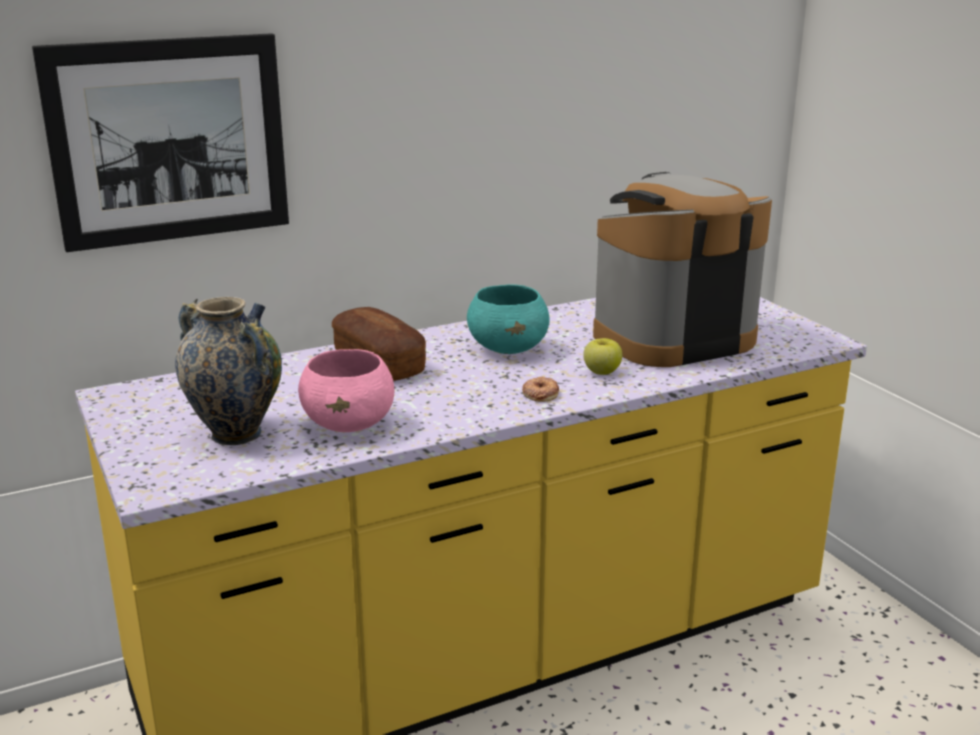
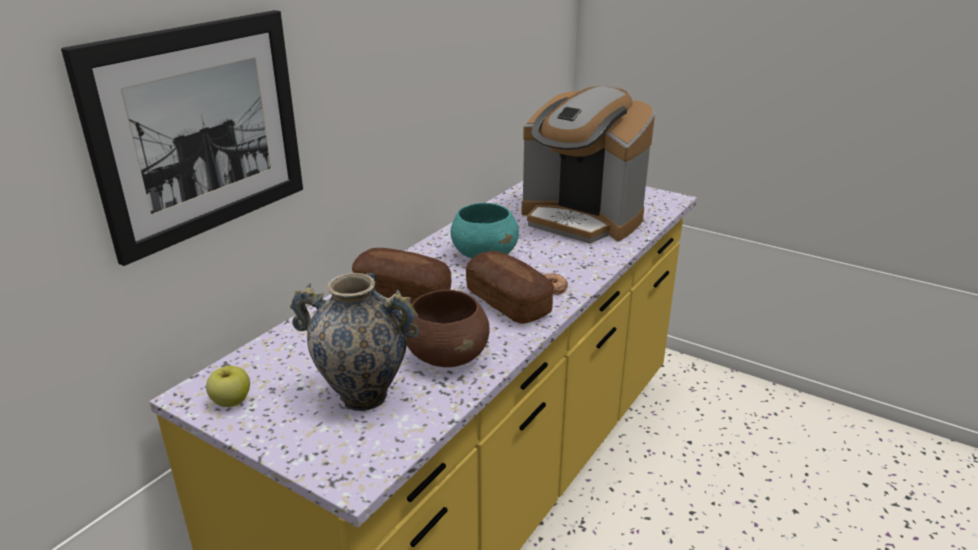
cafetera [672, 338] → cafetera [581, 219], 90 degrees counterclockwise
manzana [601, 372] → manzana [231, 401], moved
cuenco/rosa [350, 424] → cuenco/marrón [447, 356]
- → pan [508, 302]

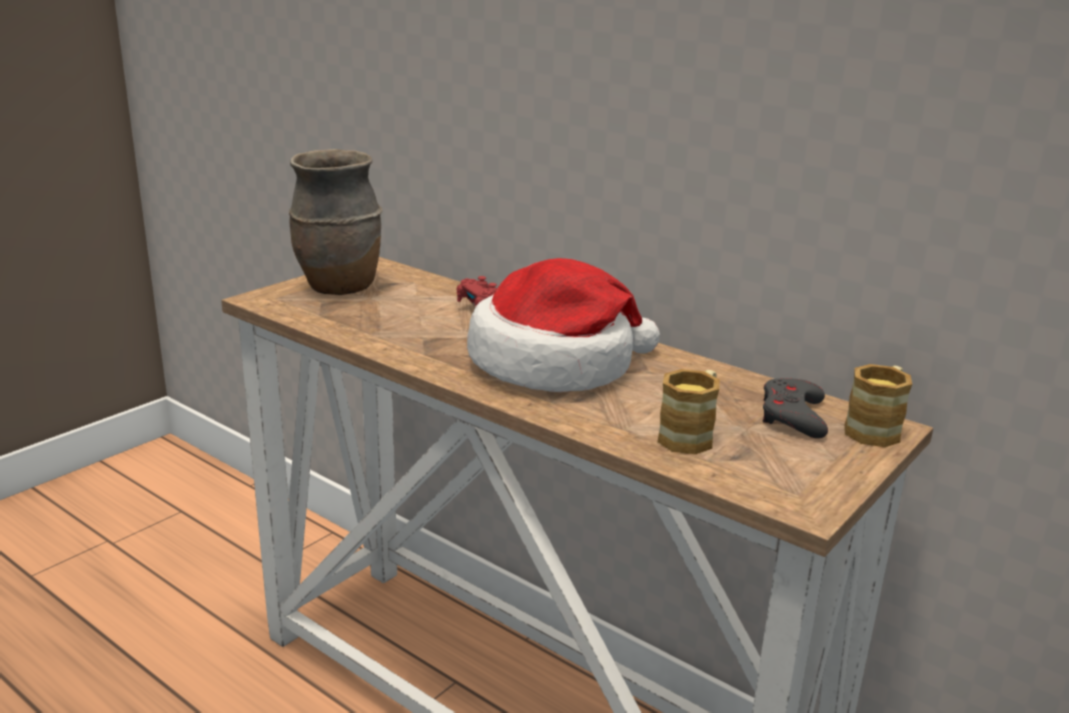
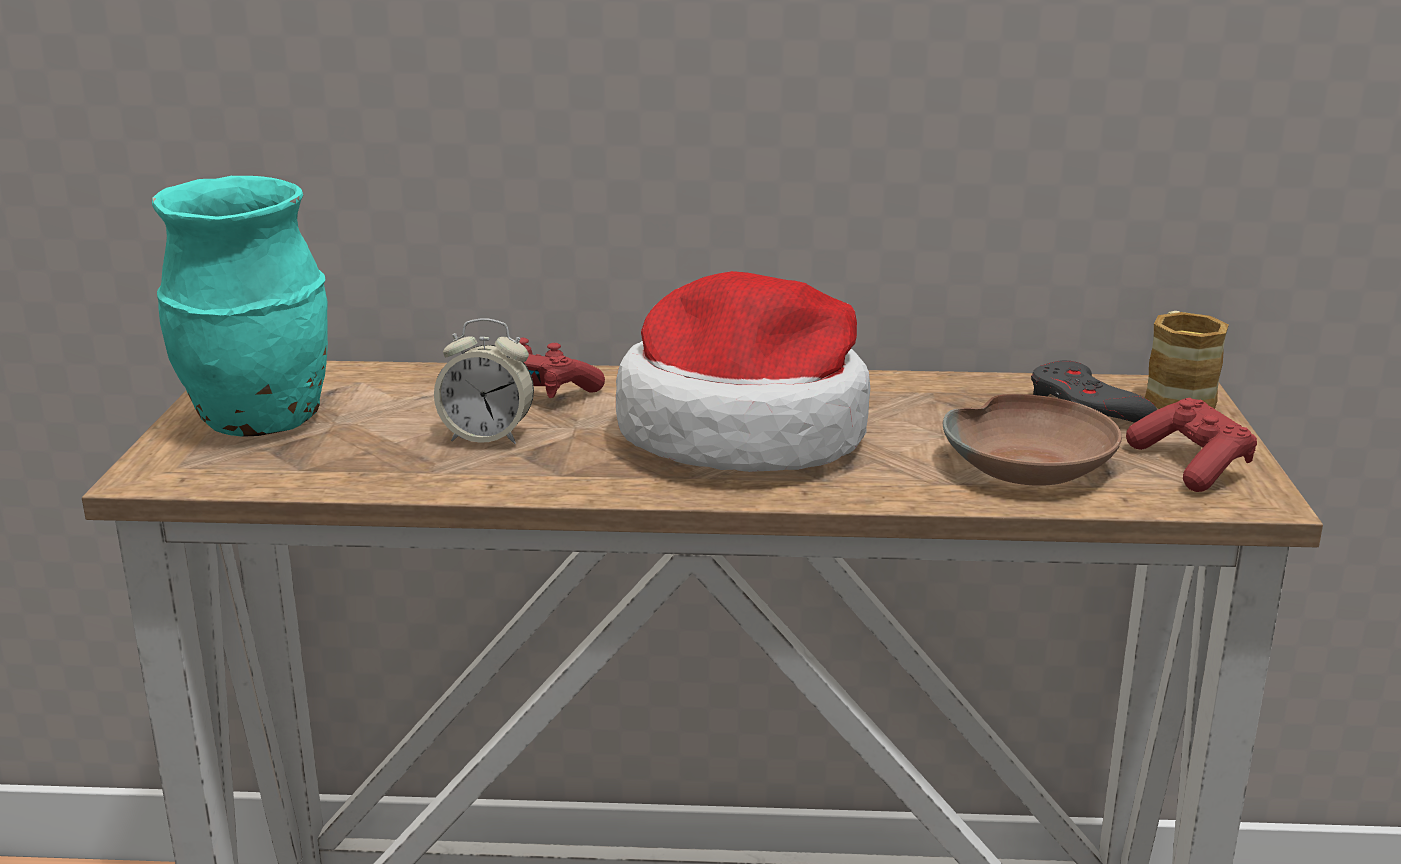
florero/marrón [339, 288] → florero/turquesa [260, 422]
taza grande [690, 435] → cuenco/marrón [1031, 464]
- → despertador [487, 436]
- → mando de consola/rojo [1191, 465]

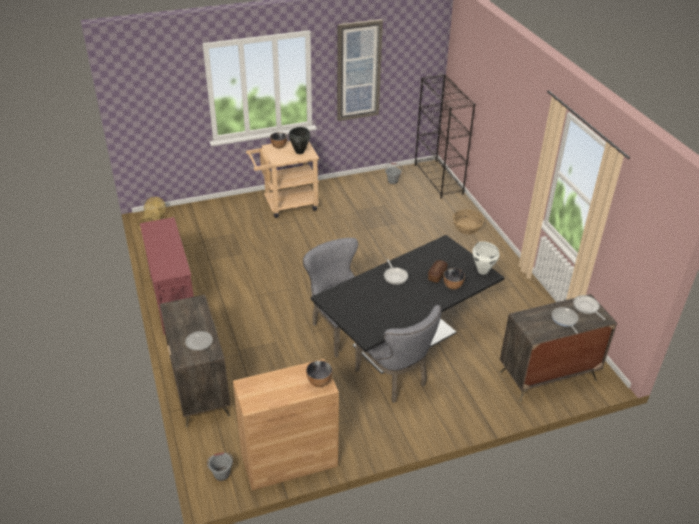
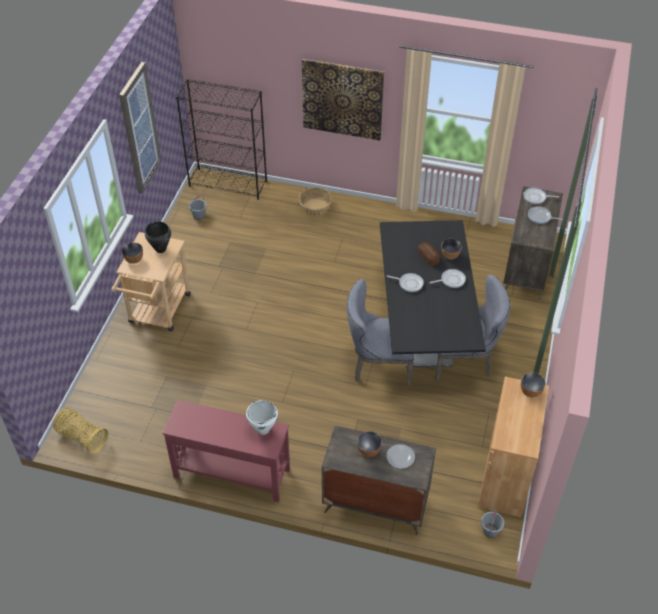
olla/blanco [483, 271] → olla/blanco [263, 429], moved
- → cuadro [342, 99]
- → sartén [451, 280]
- → cuenco [369, 451]

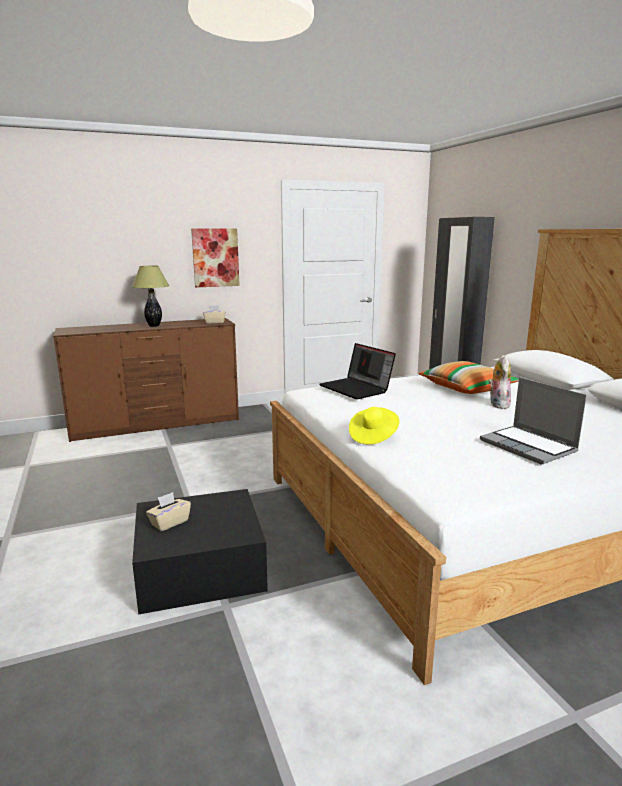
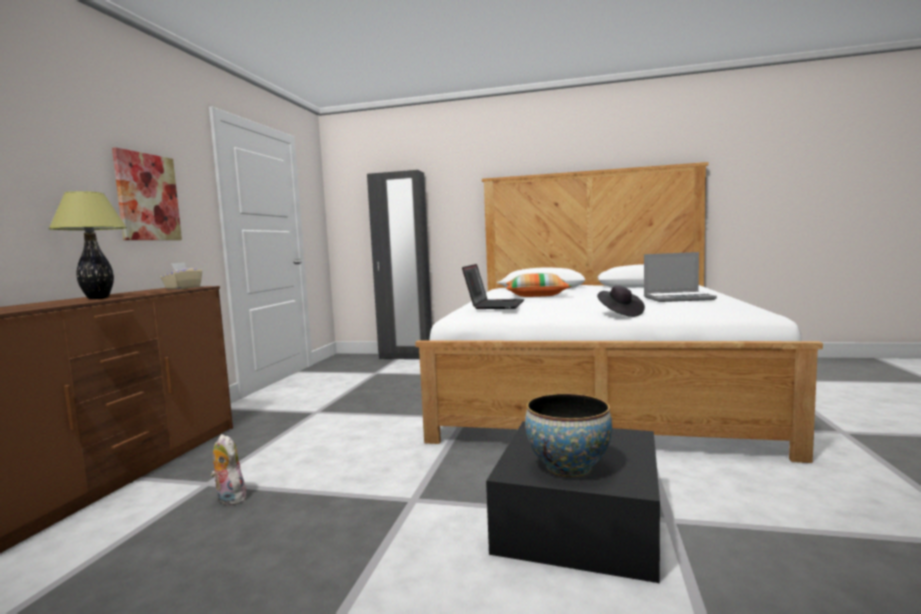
portátil [357, 389] → portátil [494, 305], 75 degrees counterclockwise
peluche [497, 404] → peluche [228, 499], moved
sombrero/amarillo [373, 436] → sombrero/negro [620, 314]
caja de pañuelos/beis [169, 522] → cuenco [568, 467]

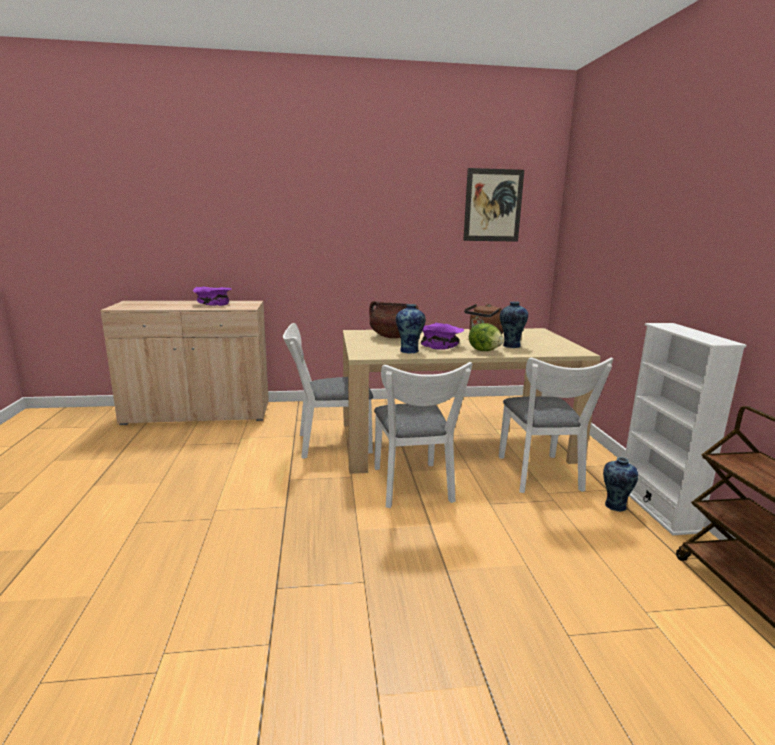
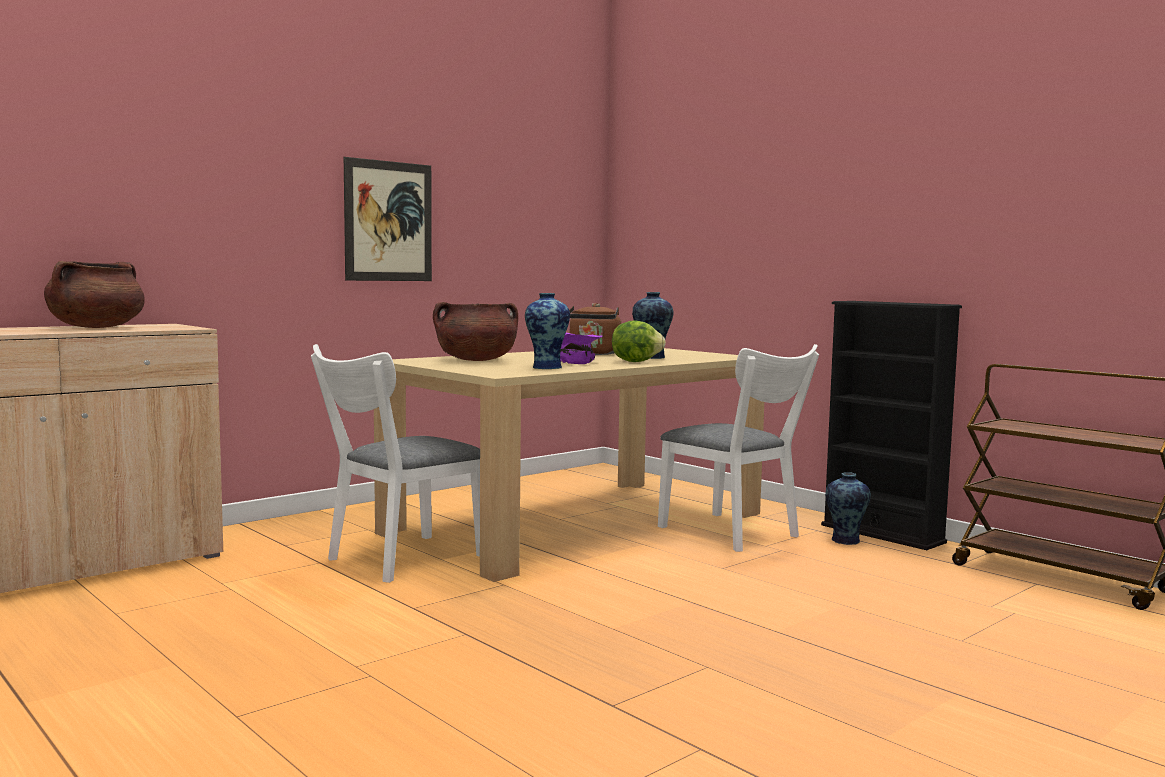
cuadro [493, 205] → cuadro [388, 221], moved
cuenco/morado [214, 304] → olla/marrón [97, 327]
estantería/blanco [657, 507] → estantería/negro [882, 534]
silla/blanco [413, 488] → -

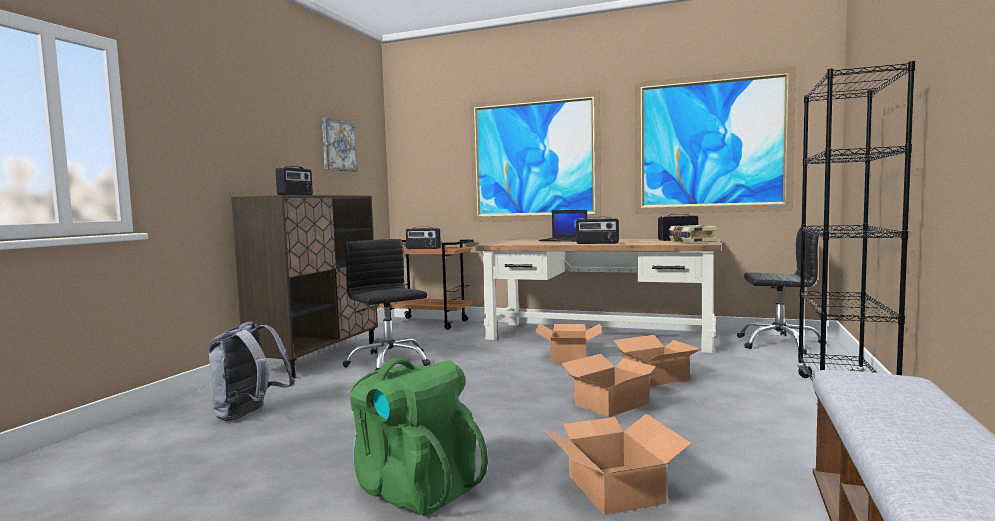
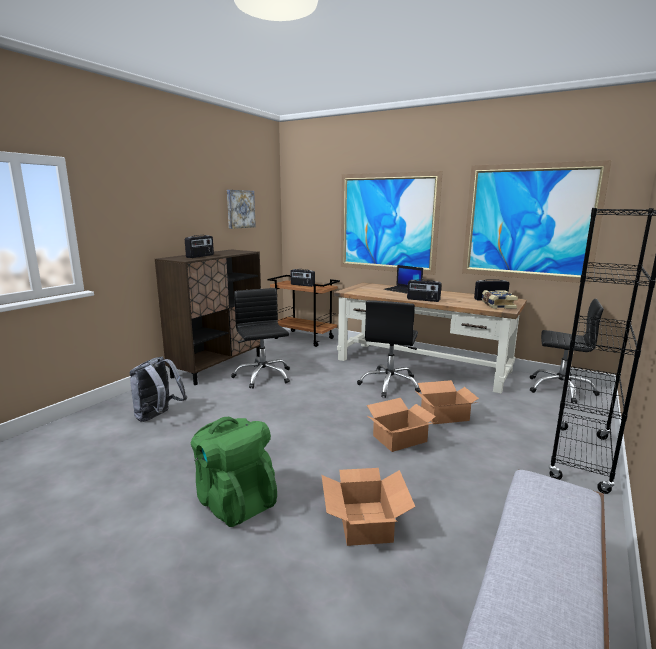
caja de cartón [568, 356] → silla de oficina/negro [390, 384]

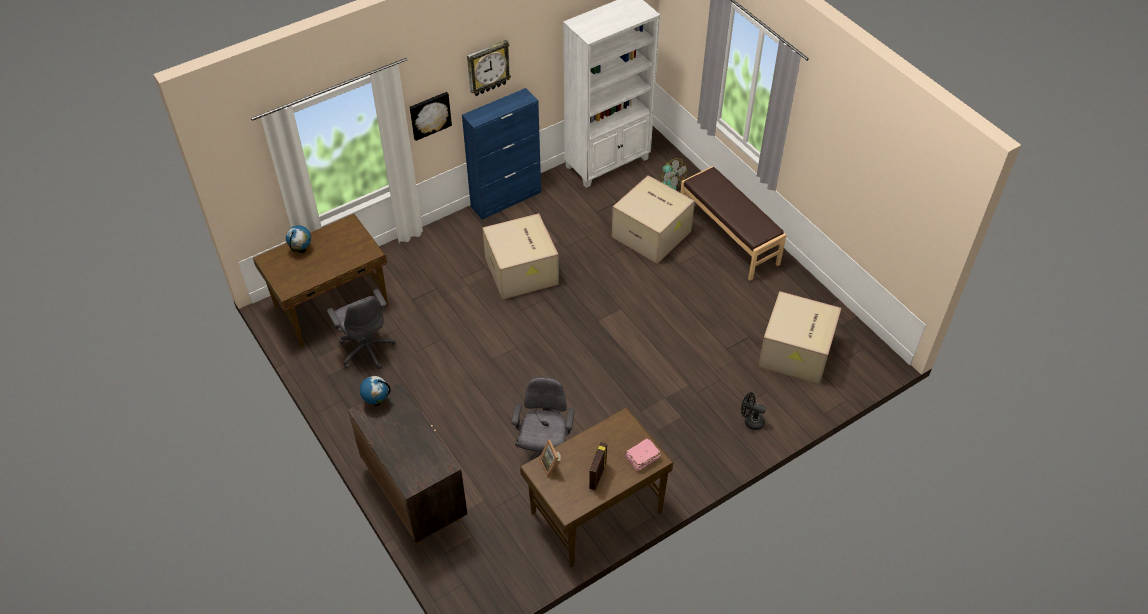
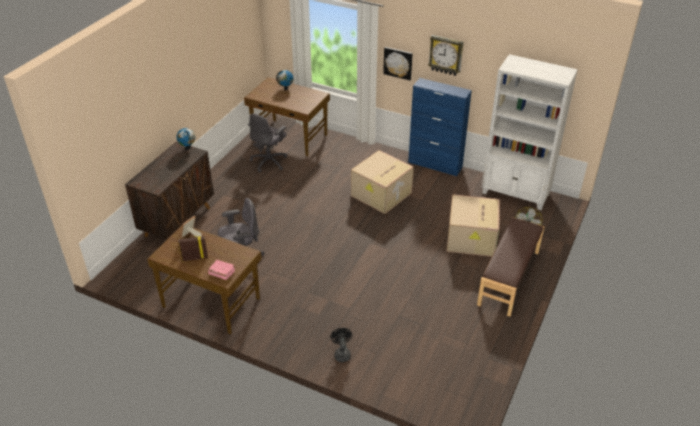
caja de cartón [796, 353] → -

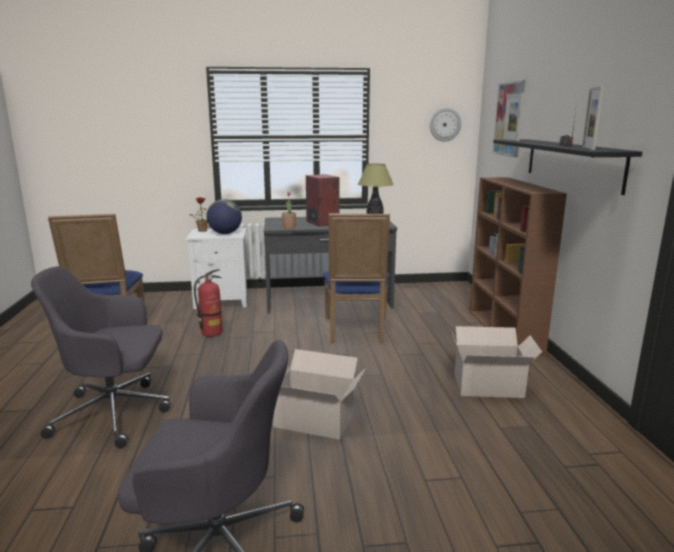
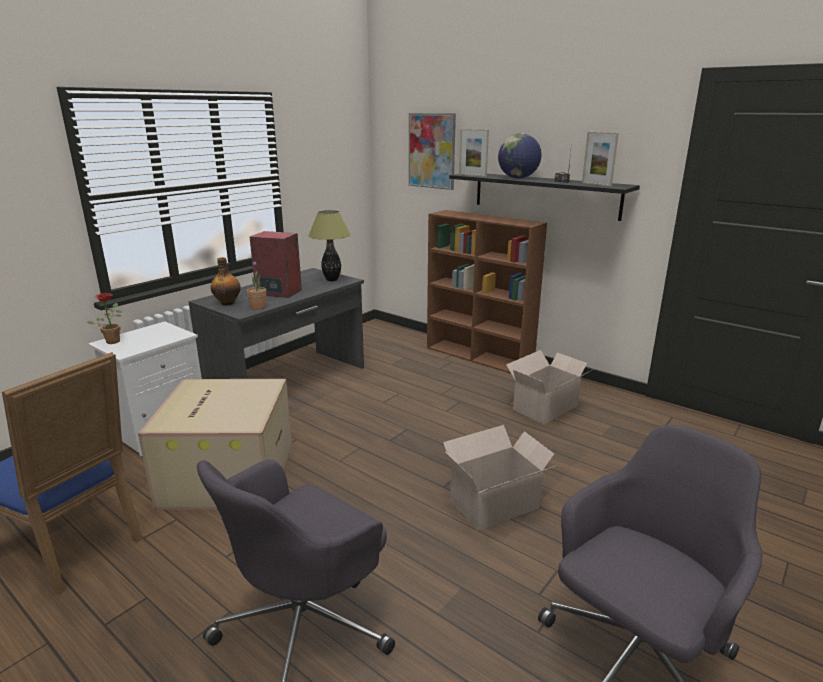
reloj de pared [445, 124] → -
globo terráqueo [225, 233] → globo terráqueo [518, 178], moved
silla/azul [356, 331] → -
extintor [212, 333] → caja de cartón [227, 473]
- → botella [228, 303]

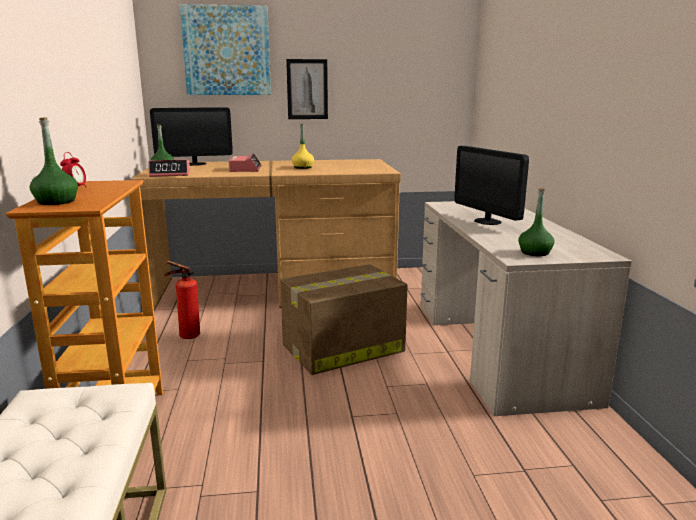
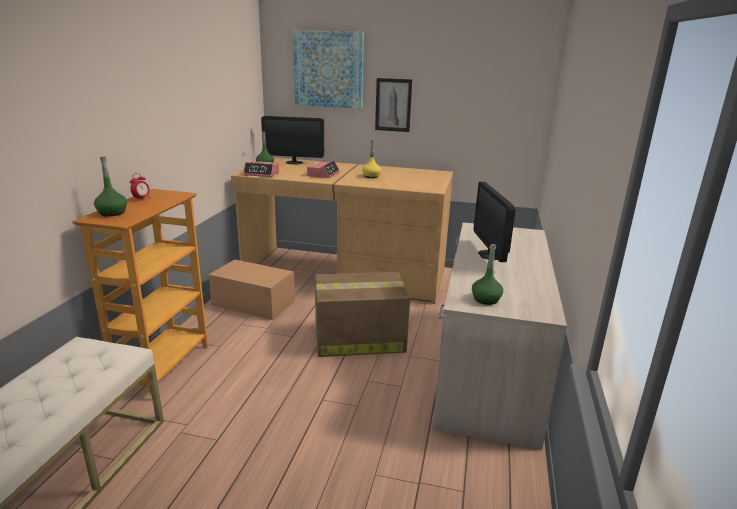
extintor [186, 336] → caja de cartón [253, 303]

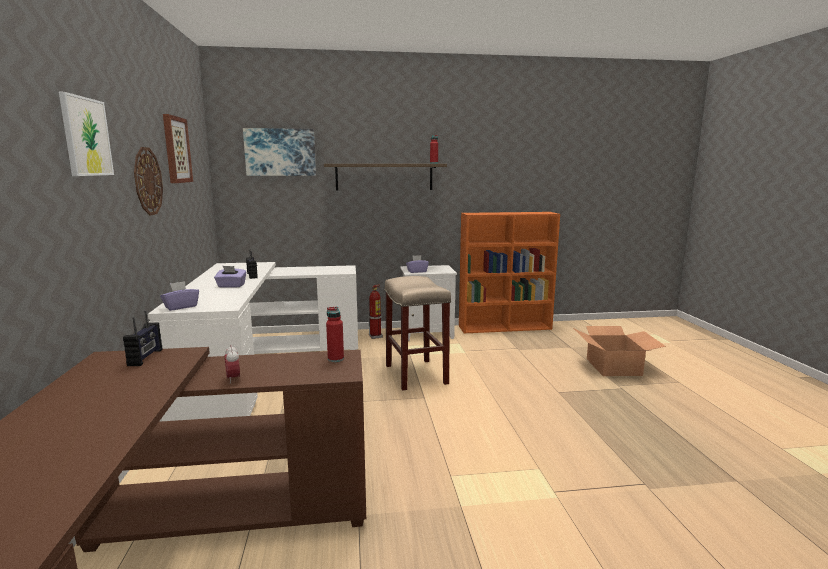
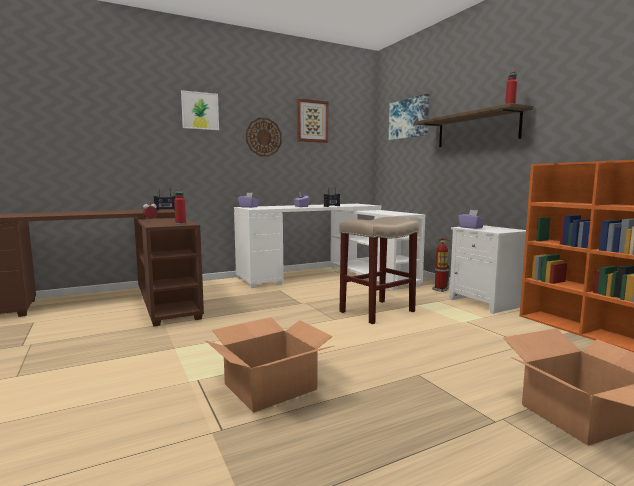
- → caja de cartón [269, 386]

